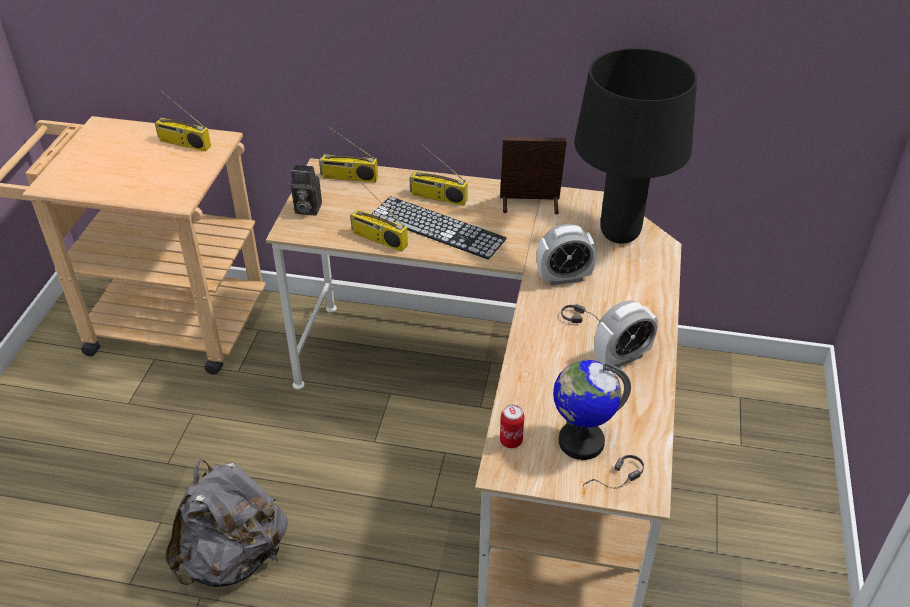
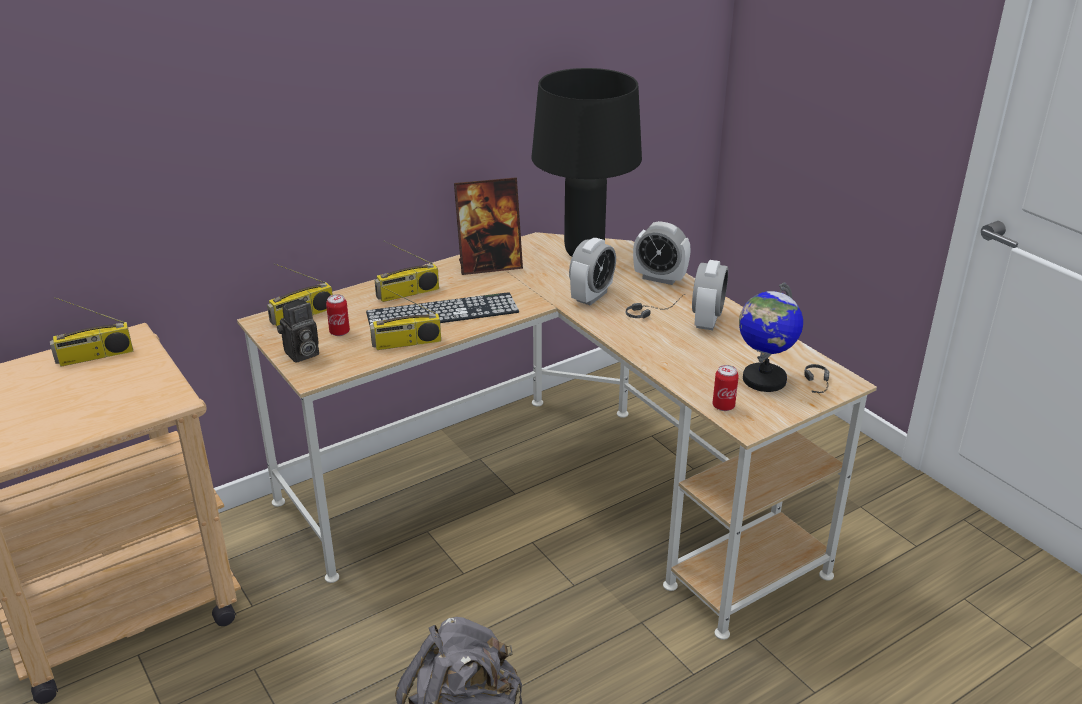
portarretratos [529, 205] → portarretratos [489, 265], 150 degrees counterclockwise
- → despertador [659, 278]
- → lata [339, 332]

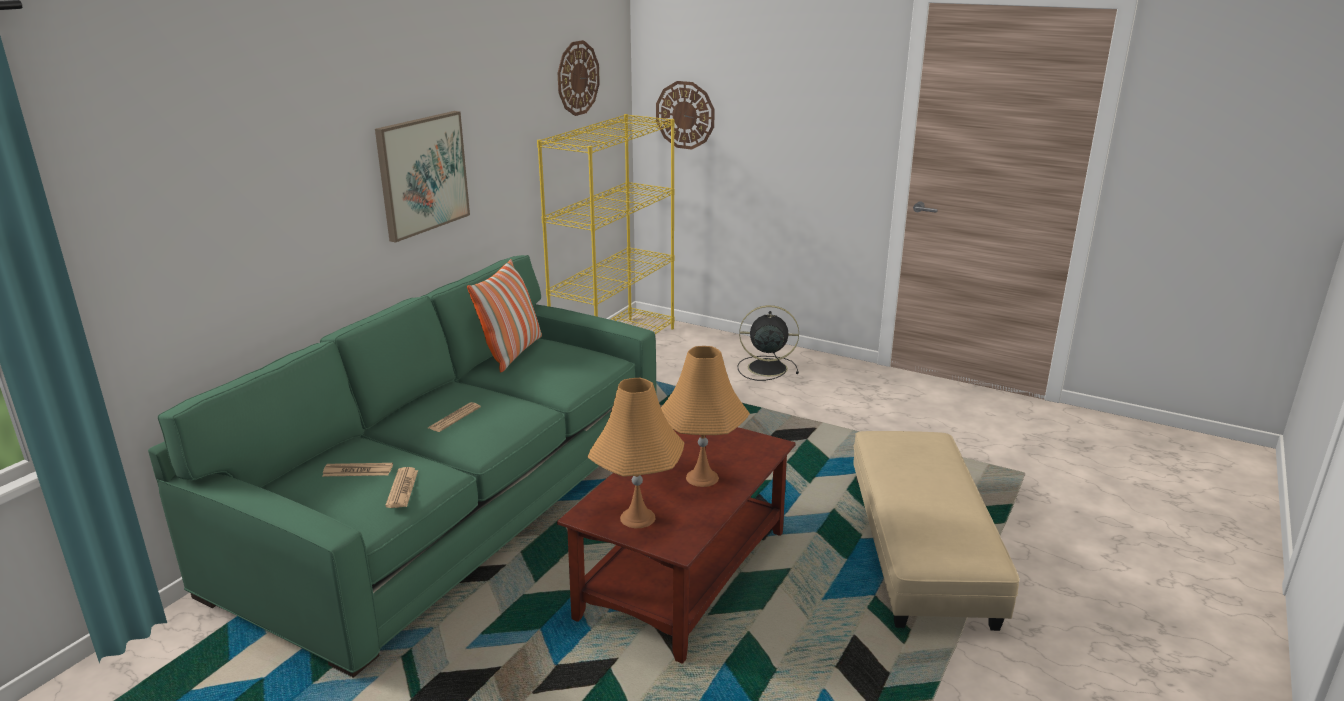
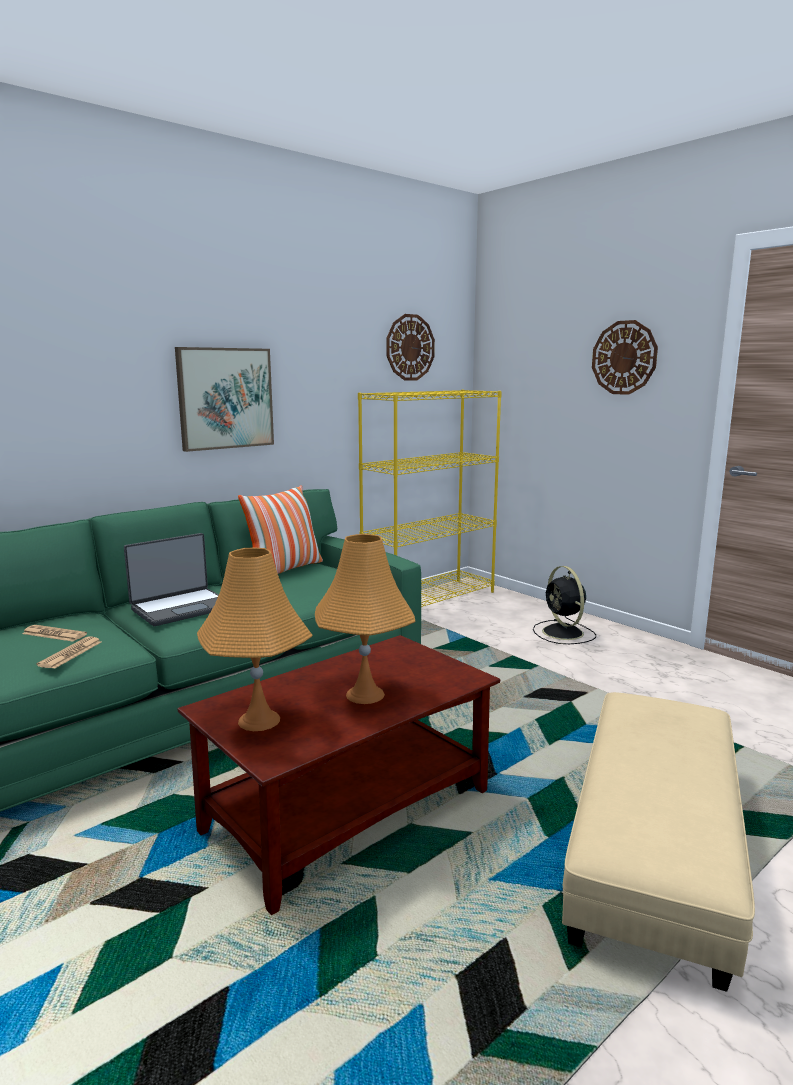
reloj de pared [685, 115] → reloj de pared [624, 357], moved
ventilador/negro [765, 368] → ventilador/negro [564, 633], 135 degrees counterclockwise
periódico [454, 418] → portátil [181, 608]

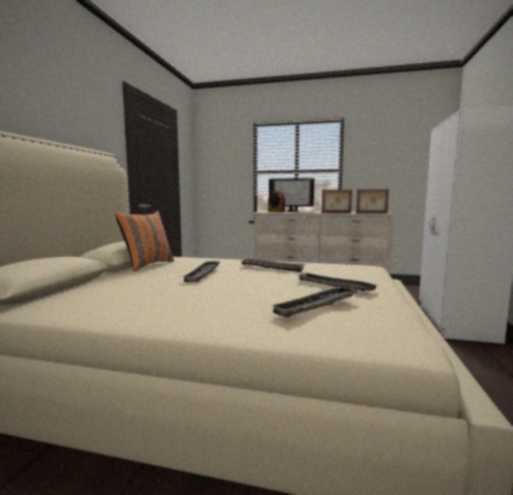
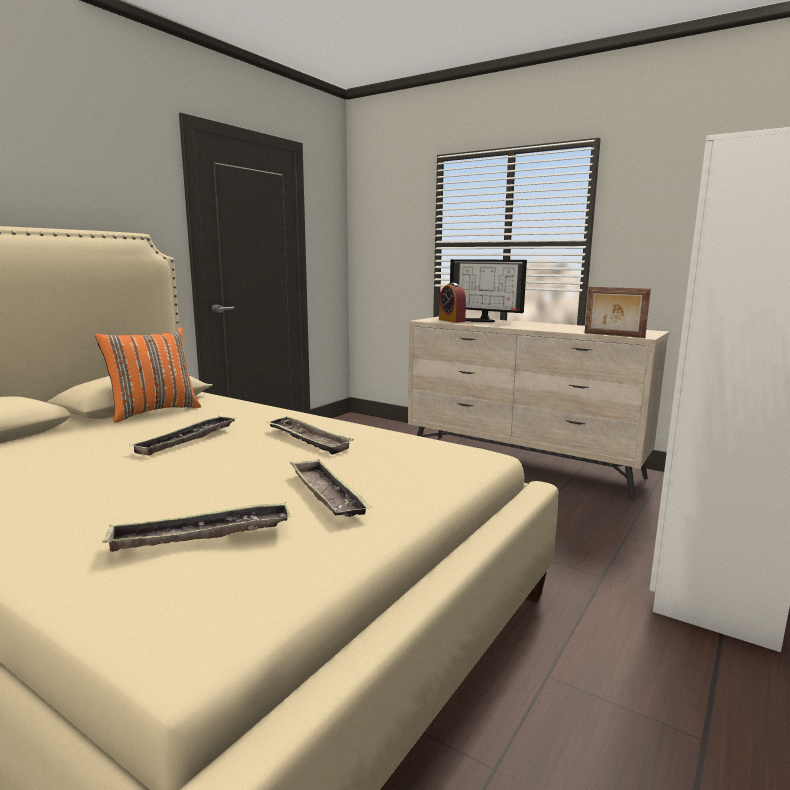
portarretratos [336, 212] → -

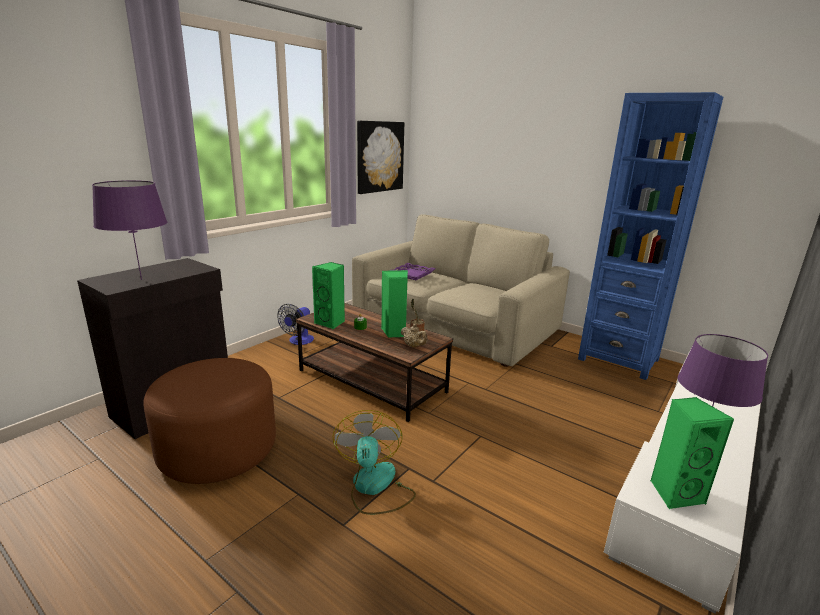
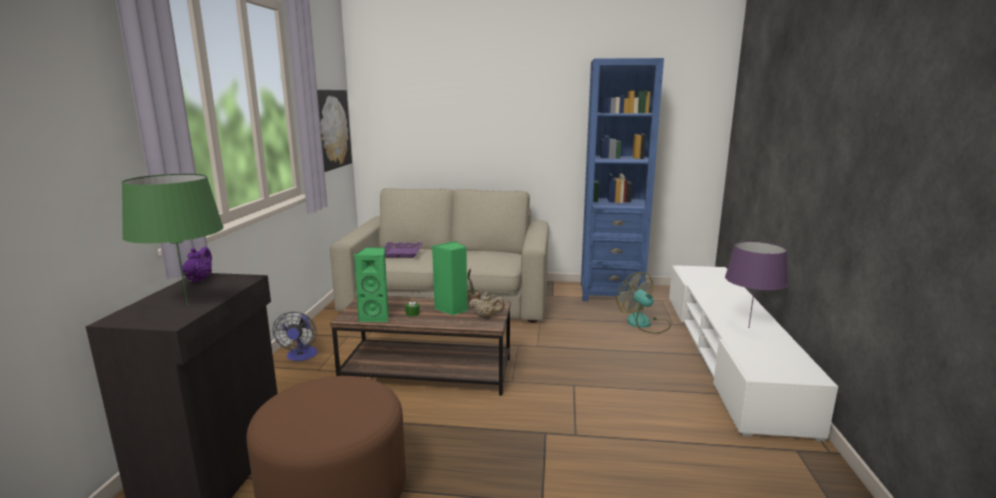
lámpara de mesa/morado [141, 279] → lámpara de mesa/verde [187, 305]
altavoz/verde [675, 493] → -
ventilador [375, 487] → ventilador [644, 324], moved
- → tetera/morado [199, 280]

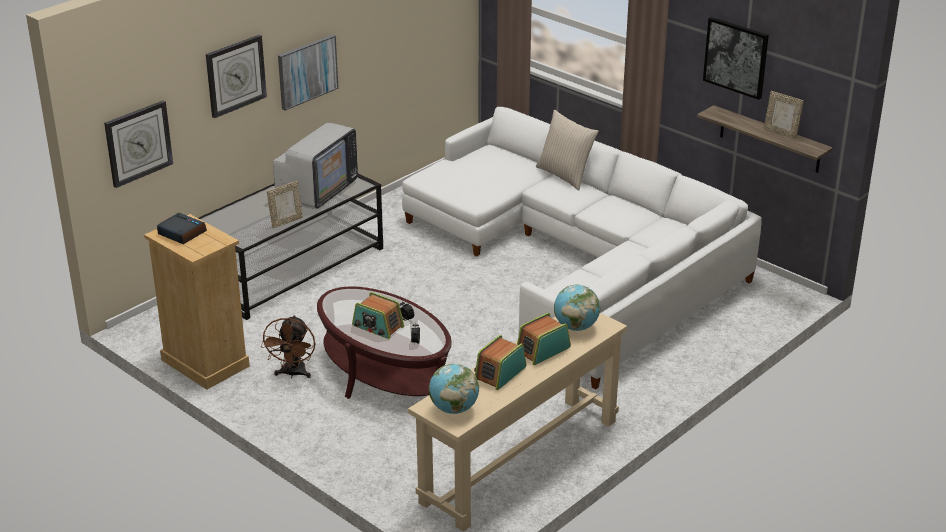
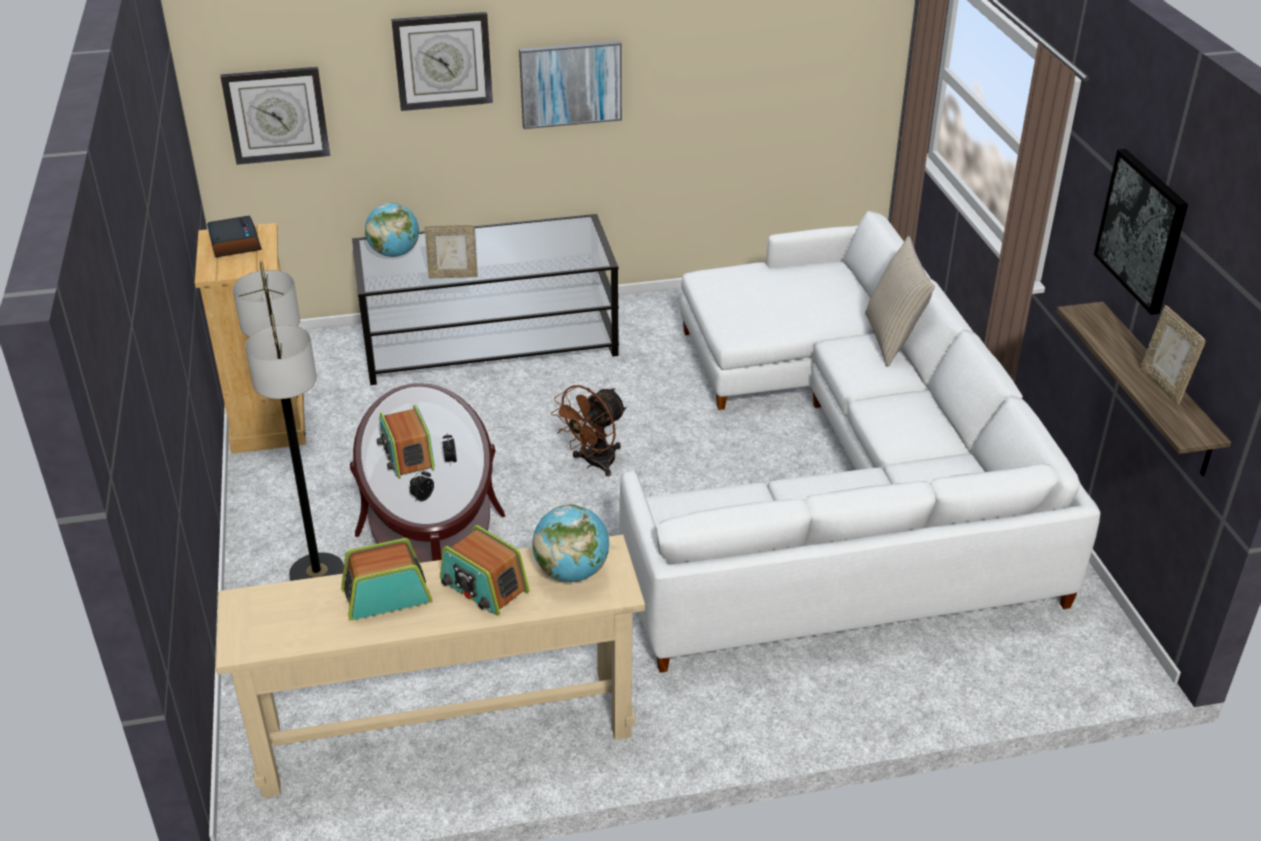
televisor [317, 191] → -
radio [542, 350] → radio [483, 587], 135 degrees counterclockwise
ventilador/marrón [293, 374] → ventilador/marrón [594, 463], moved
globo terráqueo [454, 409] → globo terráqueo [394, 253], moved
- → lámpara de pie [317, 575]

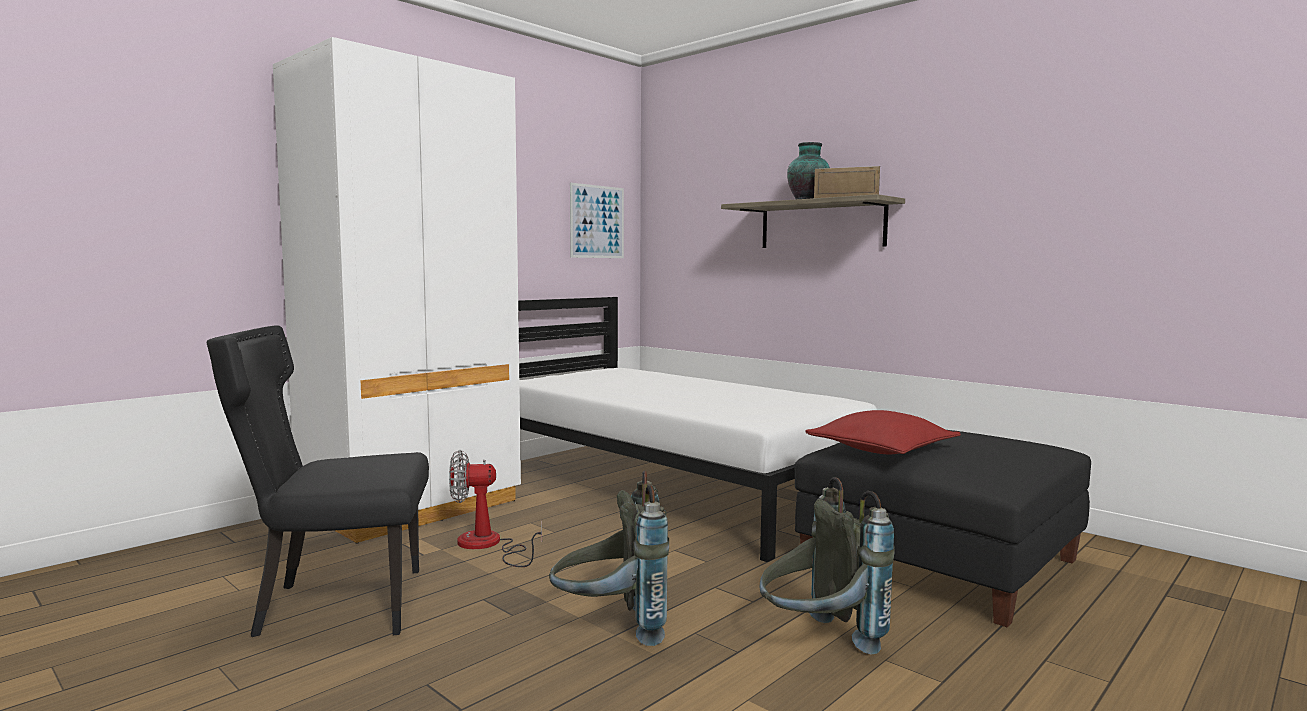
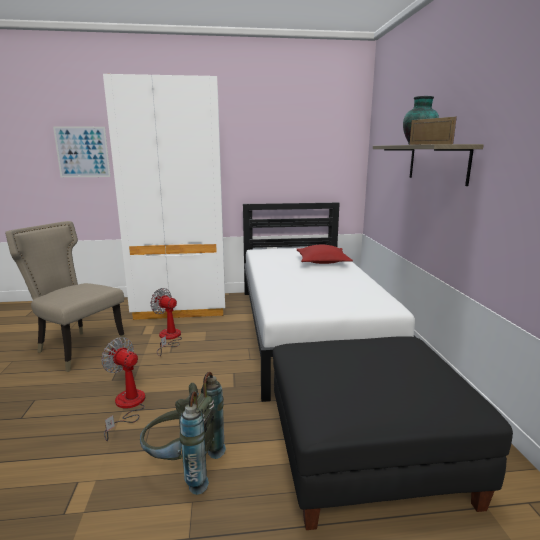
cuadro [597, 221] → cuadro [82, 152], moved
silla/negro [334, 605] → silla/beis [77, 348]
cojín/rojo [882, 450] → cojín/rojo [322, 262], moved
mochila/gris [611, 628] → ventilador [127, 406]

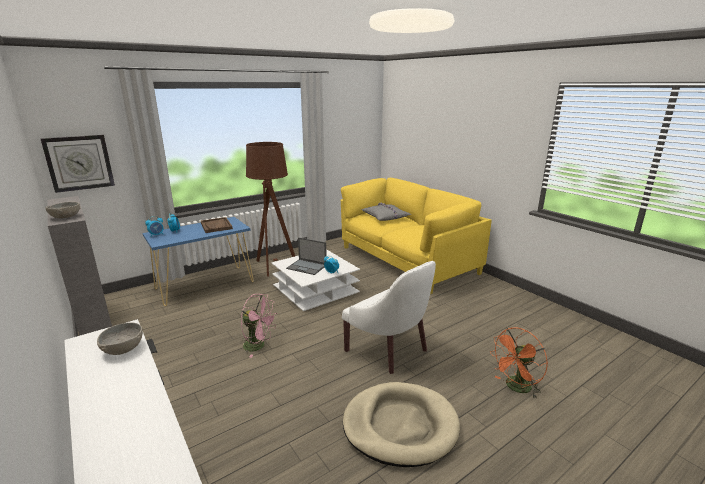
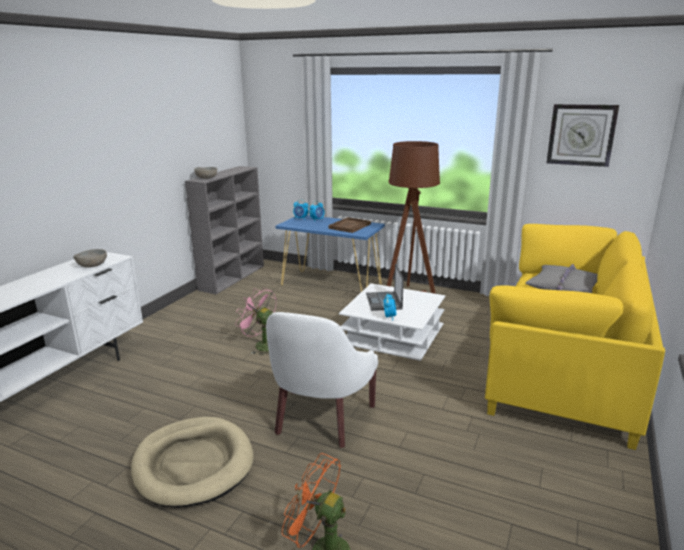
reloj de pared [79, 163] → reloj de pared [581, 135], moved
ventilador/rosa [259, 346] → ventilador/rosa [261, 345], 135 degrees clockwise

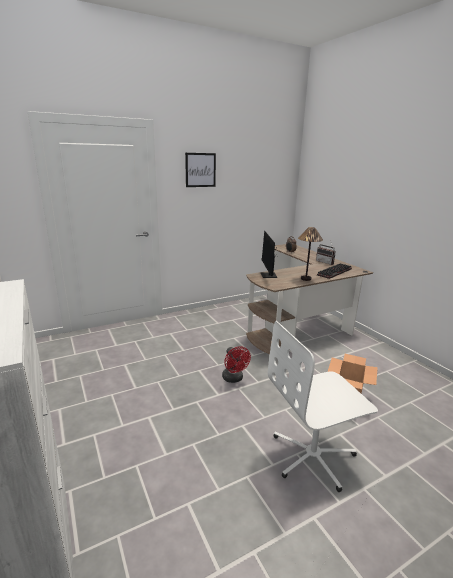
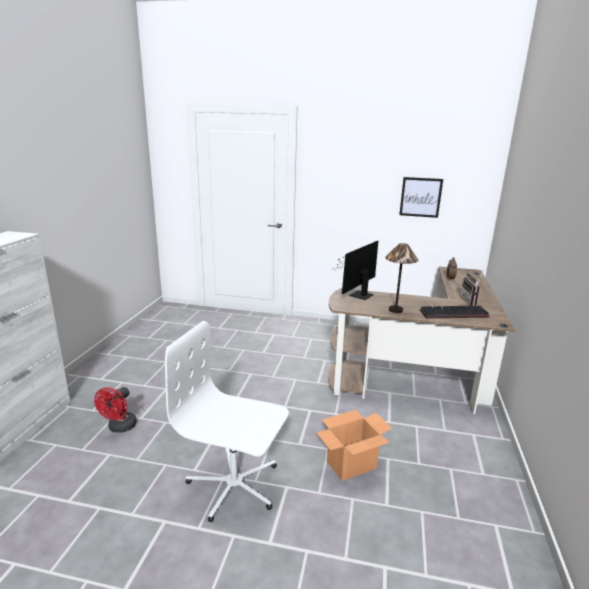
cuadro [200, 170] → cuadro [420, 197], moved
ventilador/rojo [234, 379] → ventilador/rojo [120, 428], moved

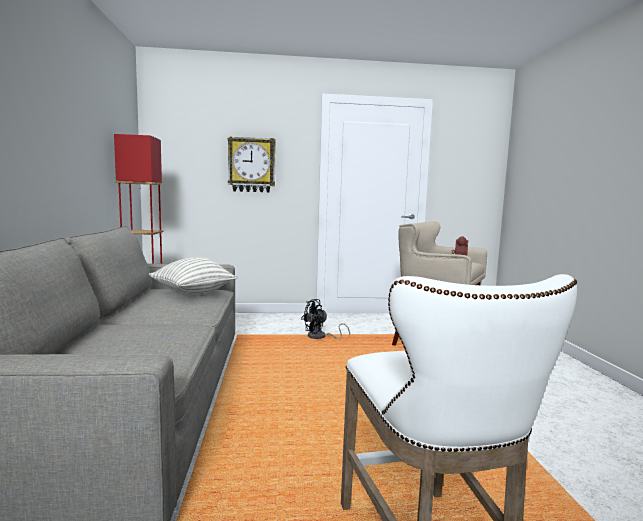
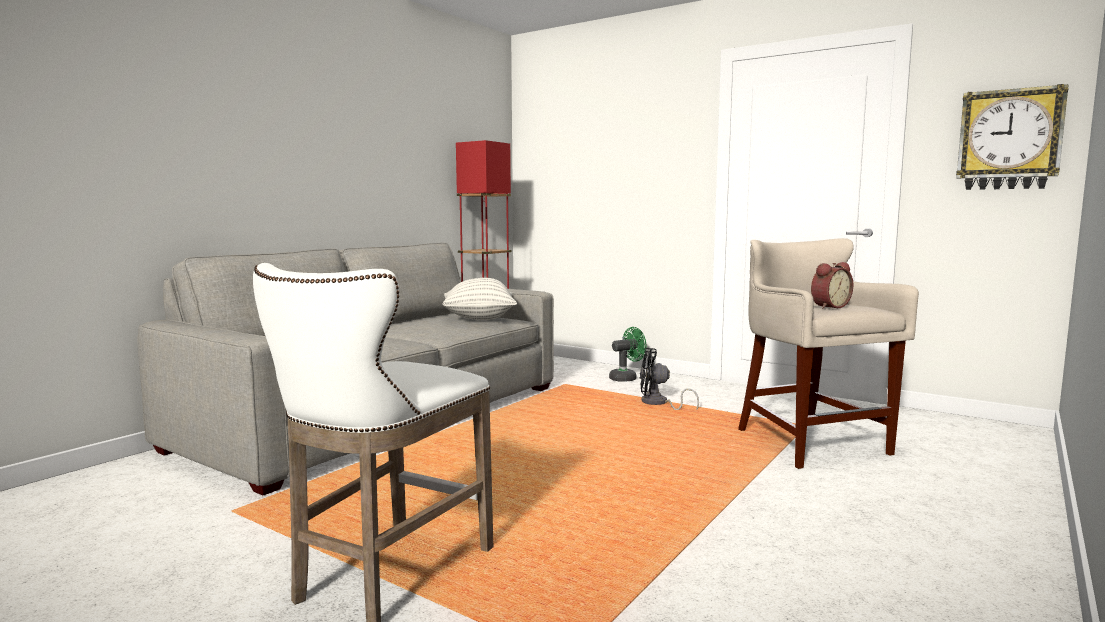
reloj de pared [252, 165] → reloj de pared [1009, 140], moved
- → ventilador/verde [626, 378]

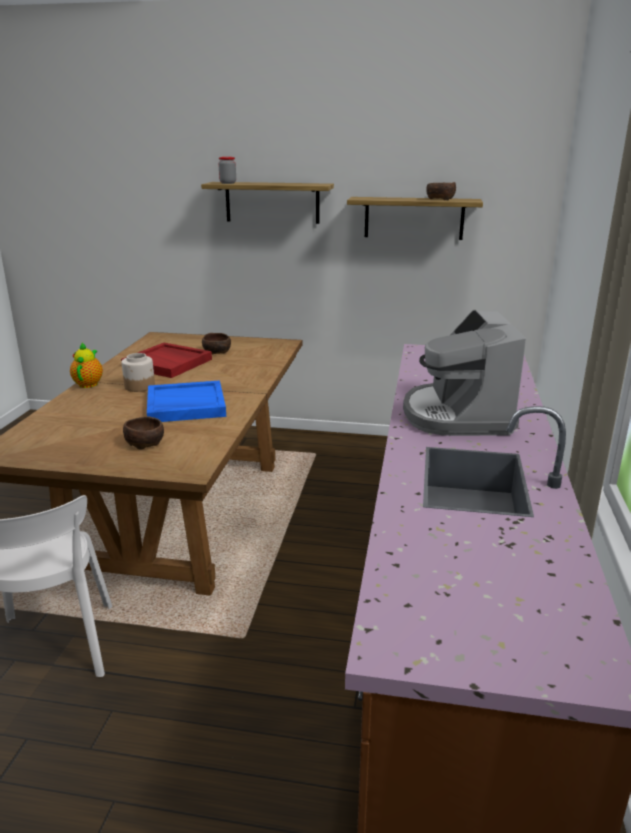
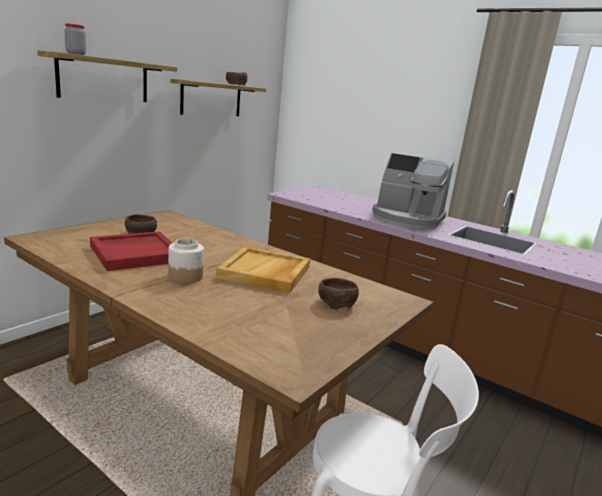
tetera [89, 383] → -
bandeja/azul [185, 405] → bandeja/beis [265, 273]

